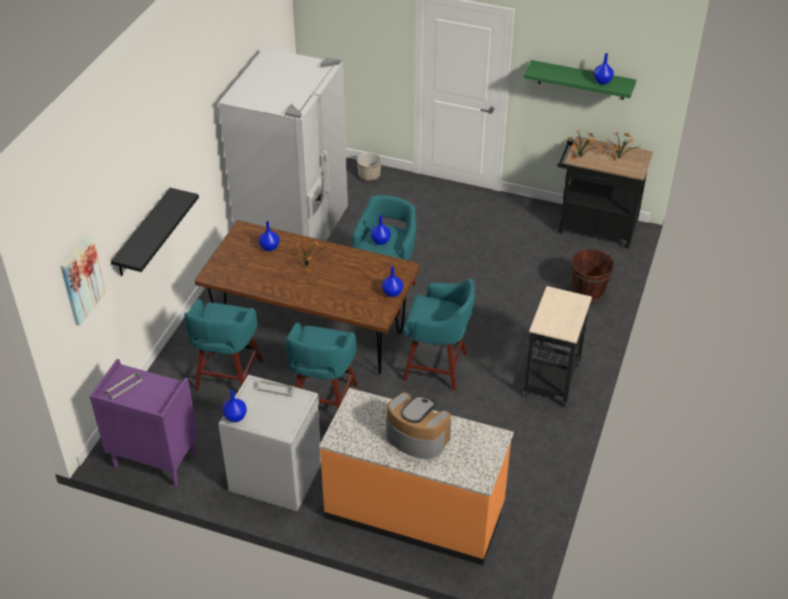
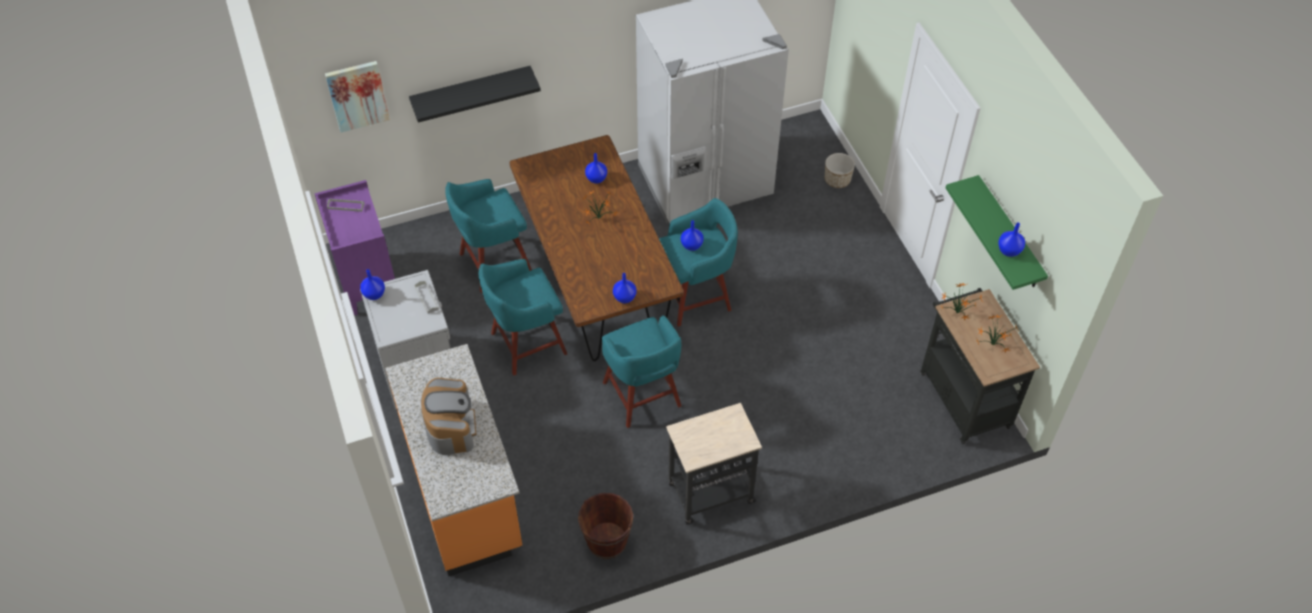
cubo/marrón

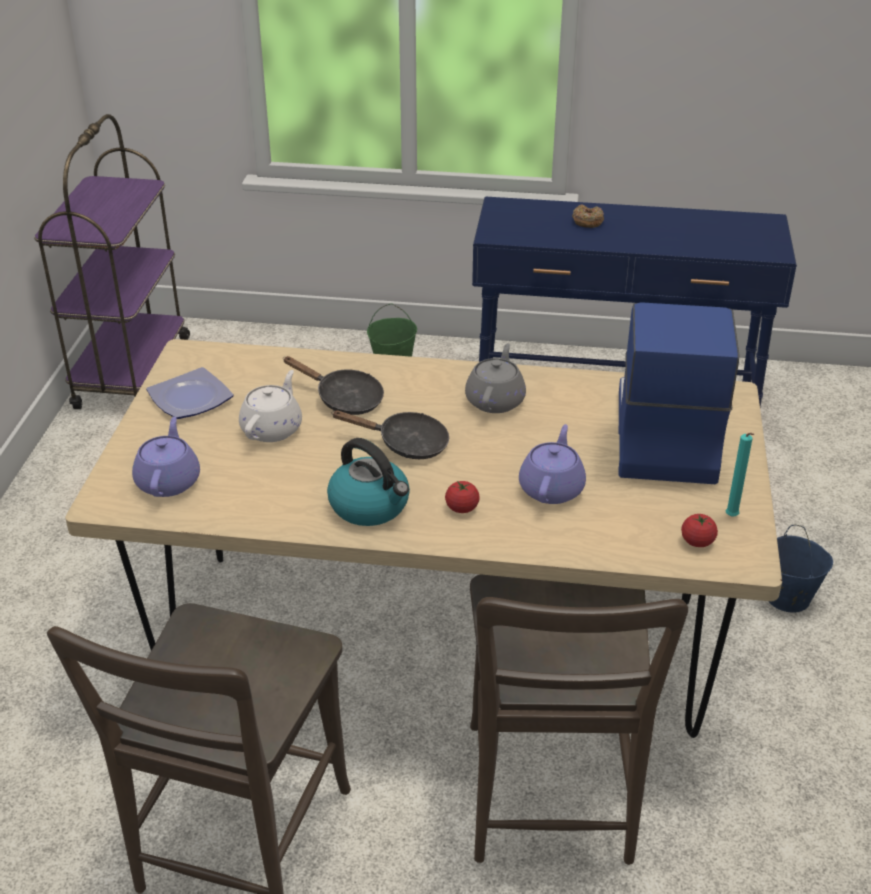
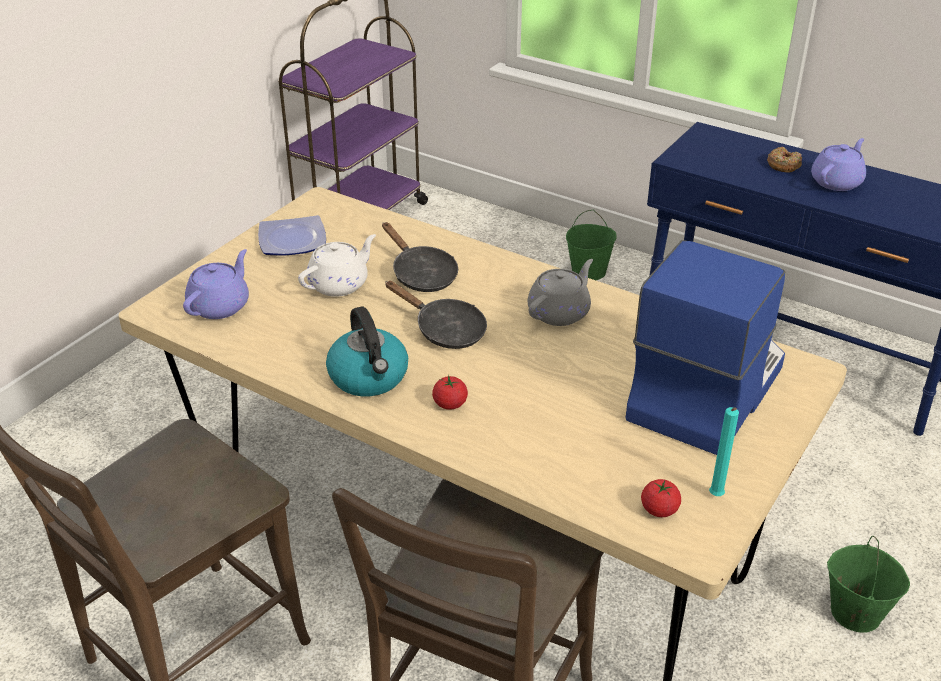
tetera/morado (2nd from left)
cubo/verde (2nd from left)

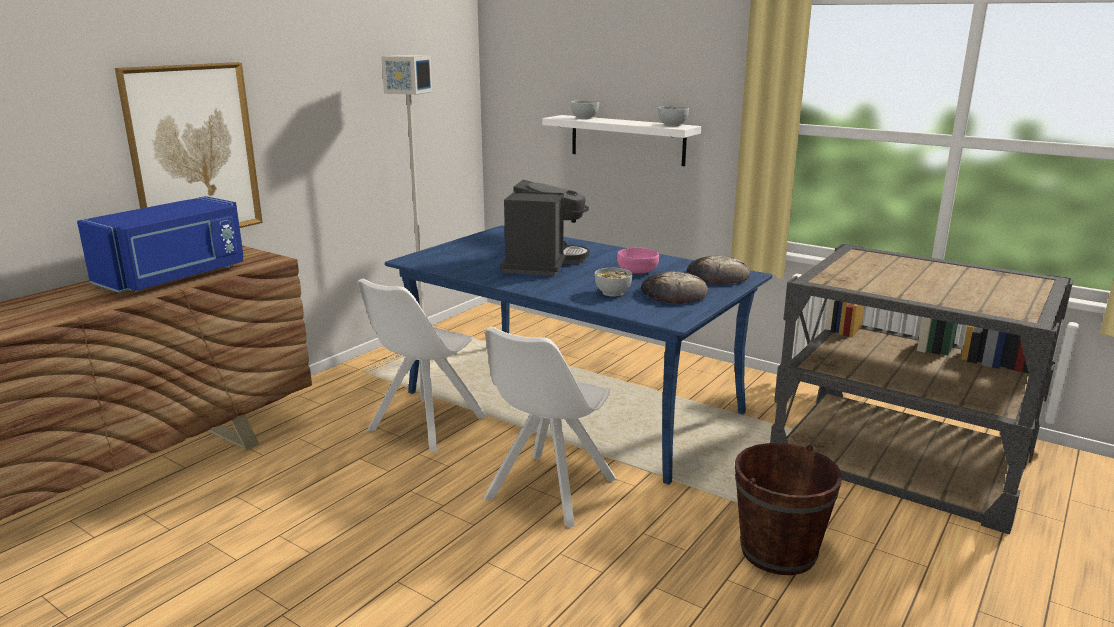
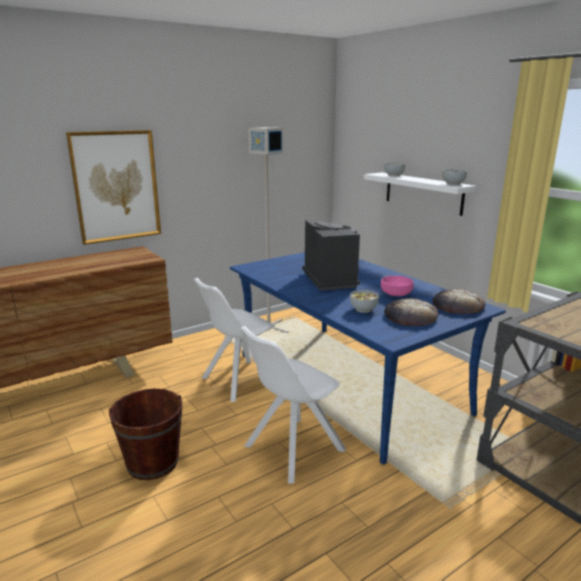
cubo/marrón
cafetera
microondas/azul

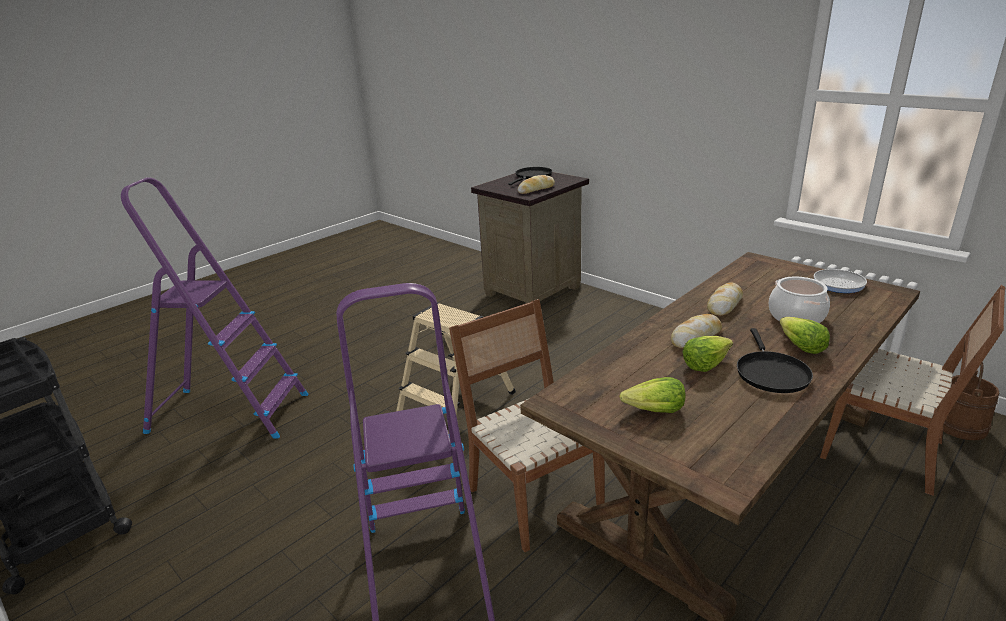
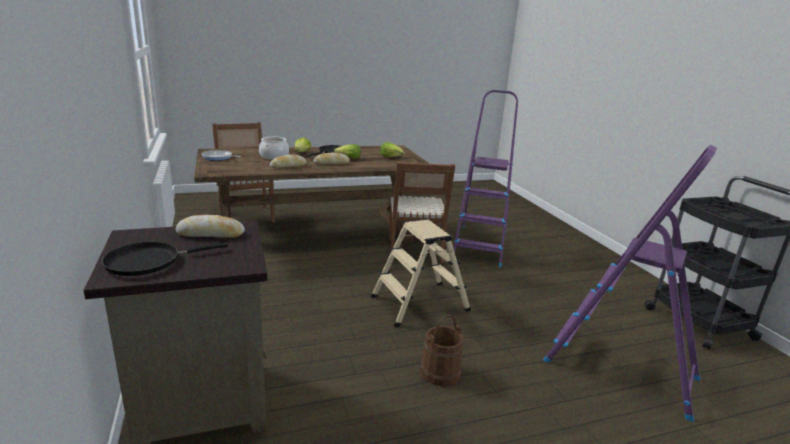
cubo/marrón

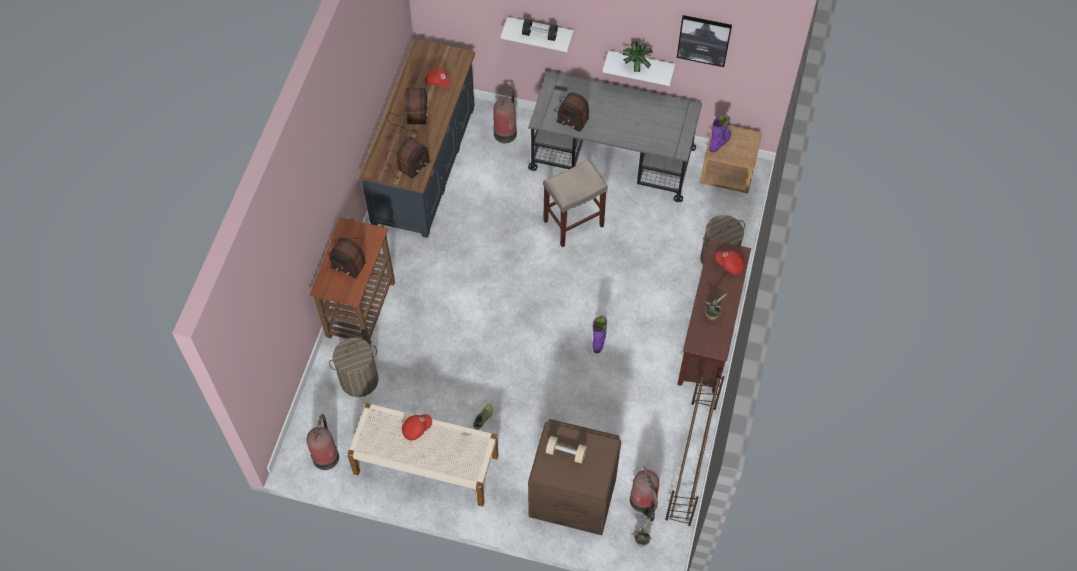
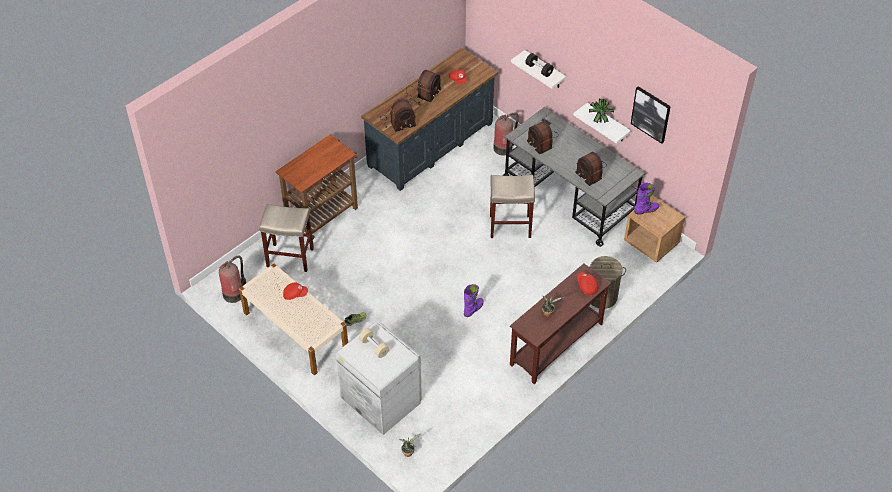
taburete/beis (1st from left)
lavadora/blanco
radio (4th from left)
extintor (3rd from left in the first image)
zapatero/marrón

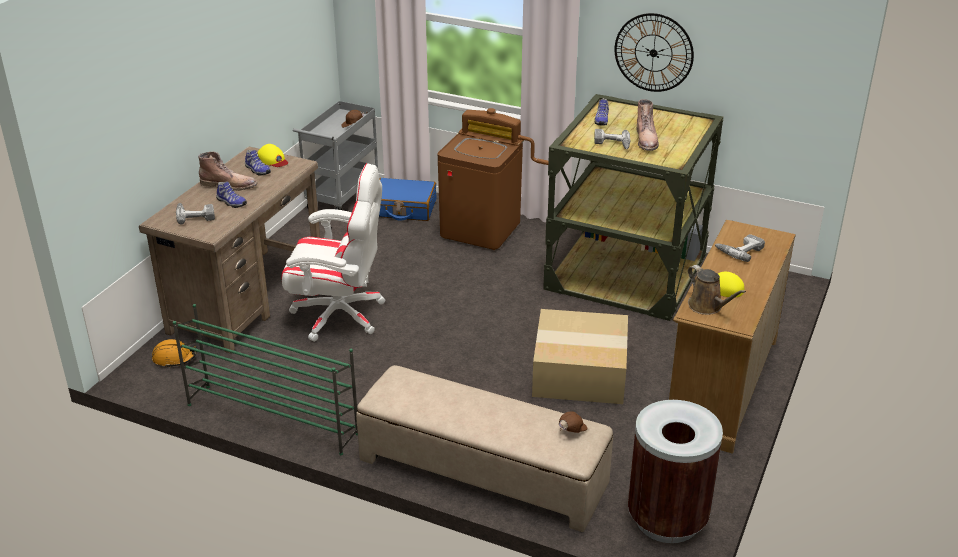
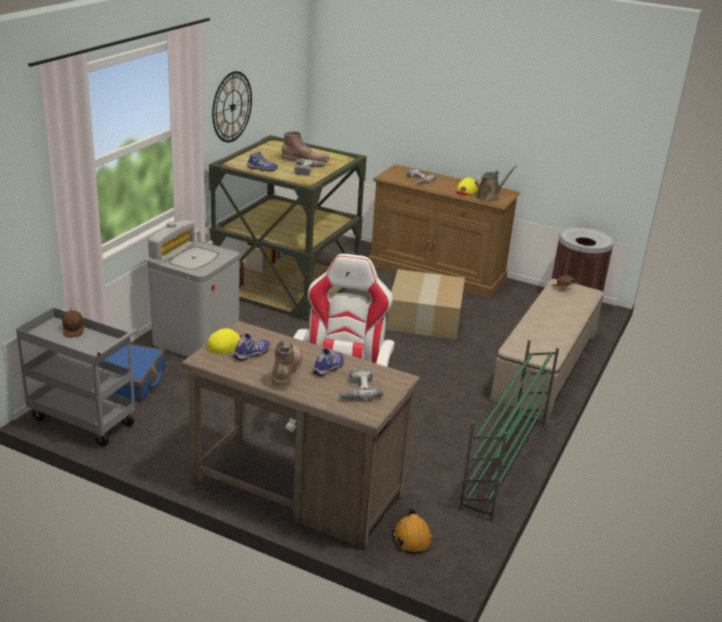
lavadora/gris

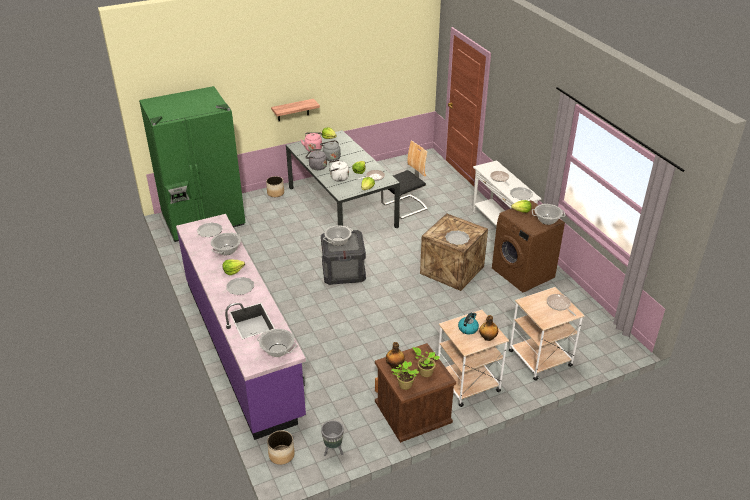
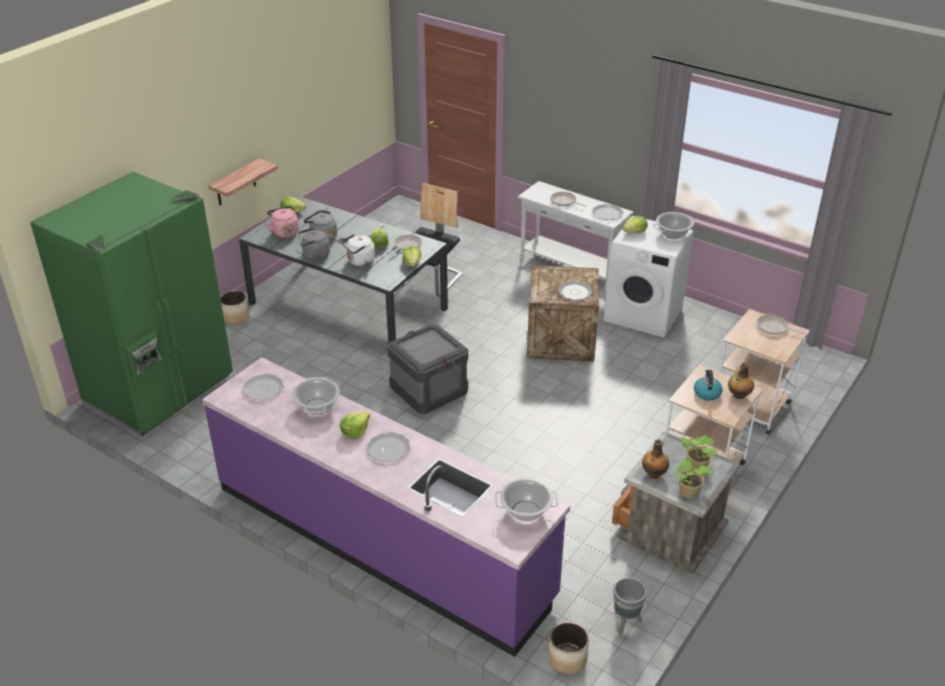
lavadora/blanco
mesita de noche/gris
olla (3rd from left in the first image)

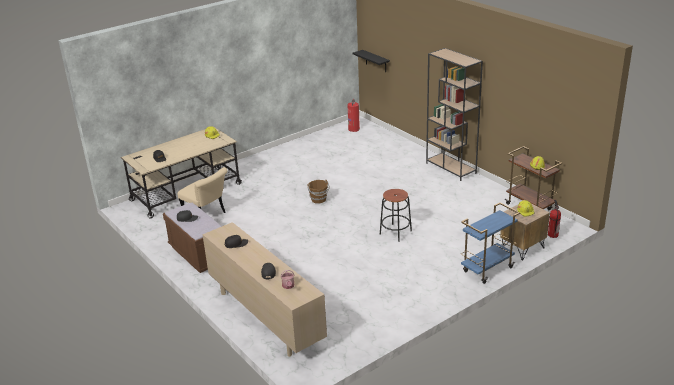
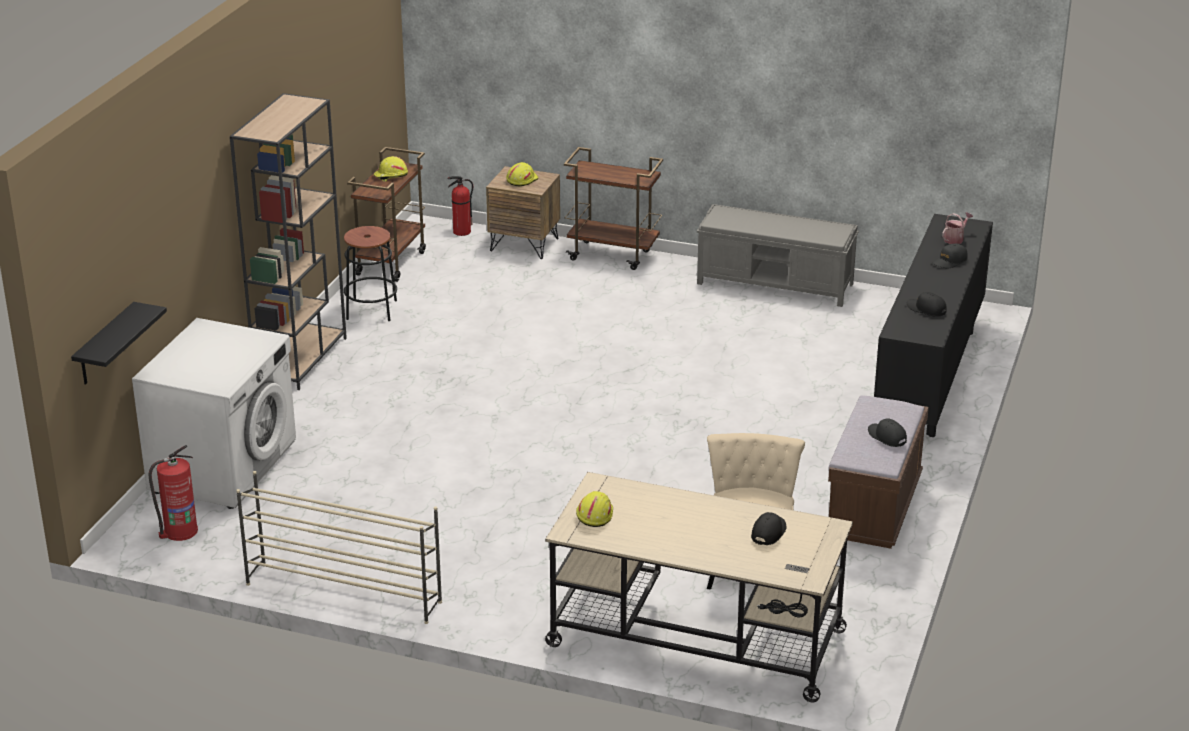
lavadora/blanco
zapatero/beis
taburete/negro
carrito/marrón (2nd from left)
banco/gris
armario/negro
cubo/marrón

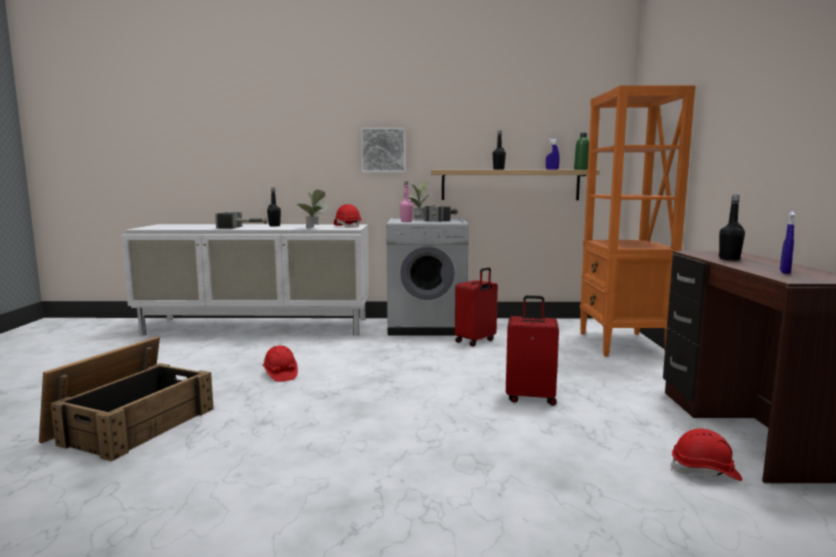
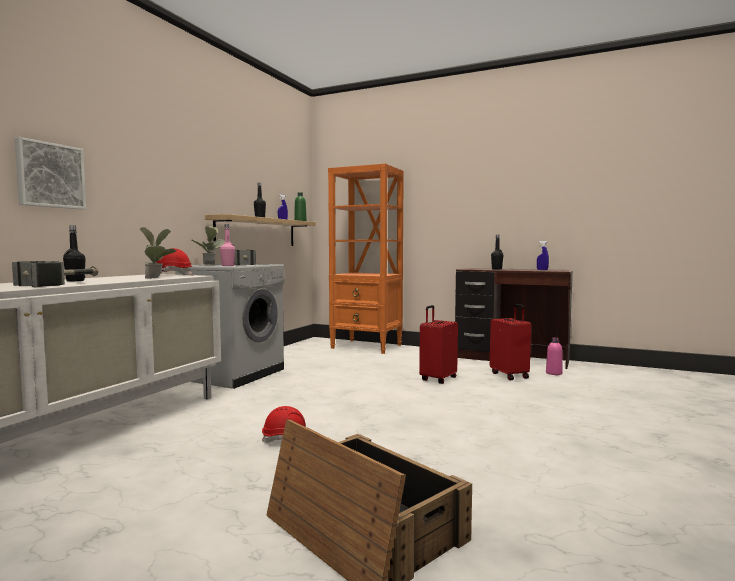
cuadro
maleta/rojo (2nd from left)
botella/rosa (2nd from left)

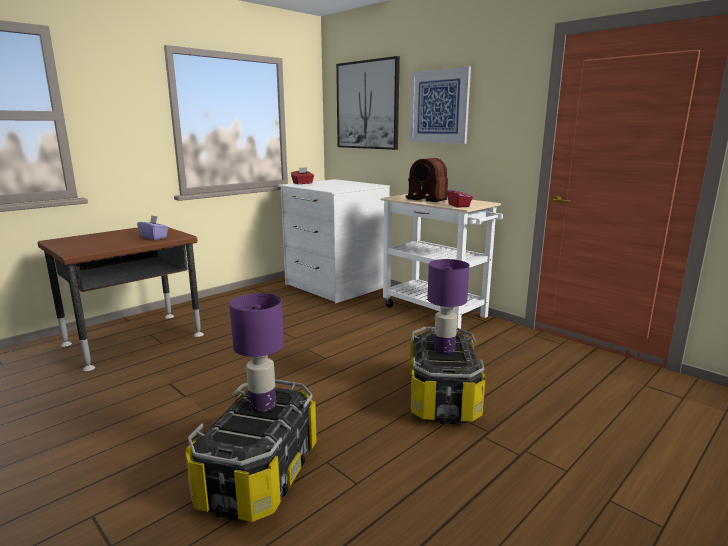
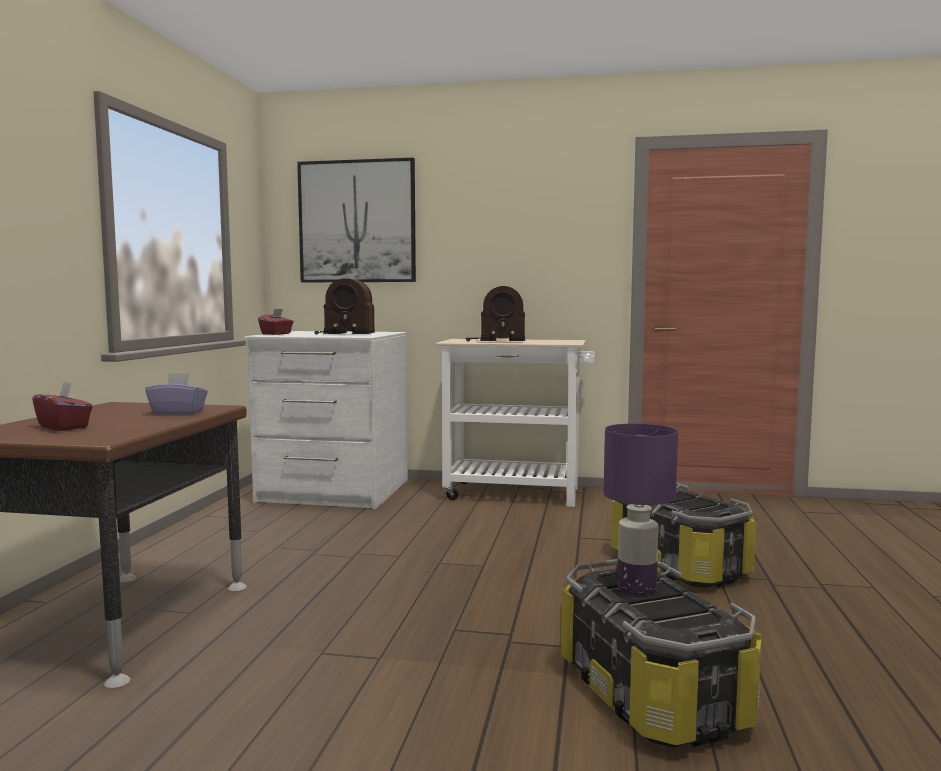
caja de pañuelos/rojo (1st from left)
radio (1st from left)
cuadro (2nd from left in the first image)
lámpara de mesa/morado (2nd from left in the first image)

